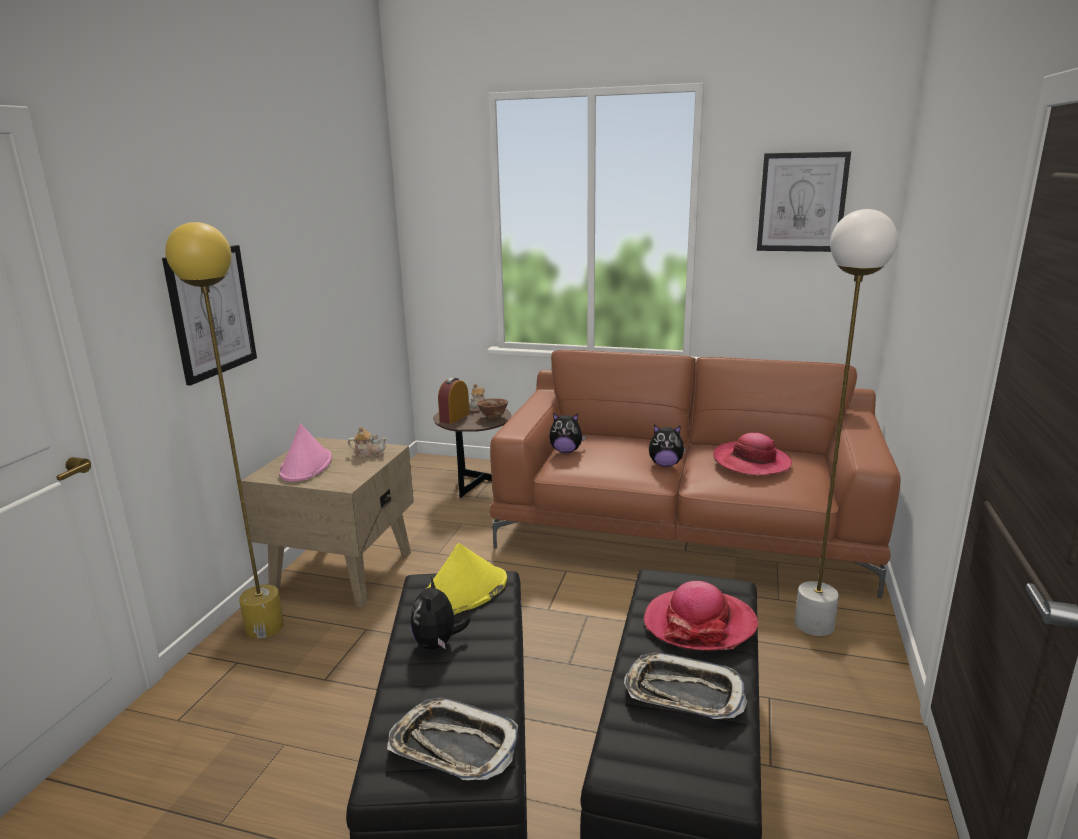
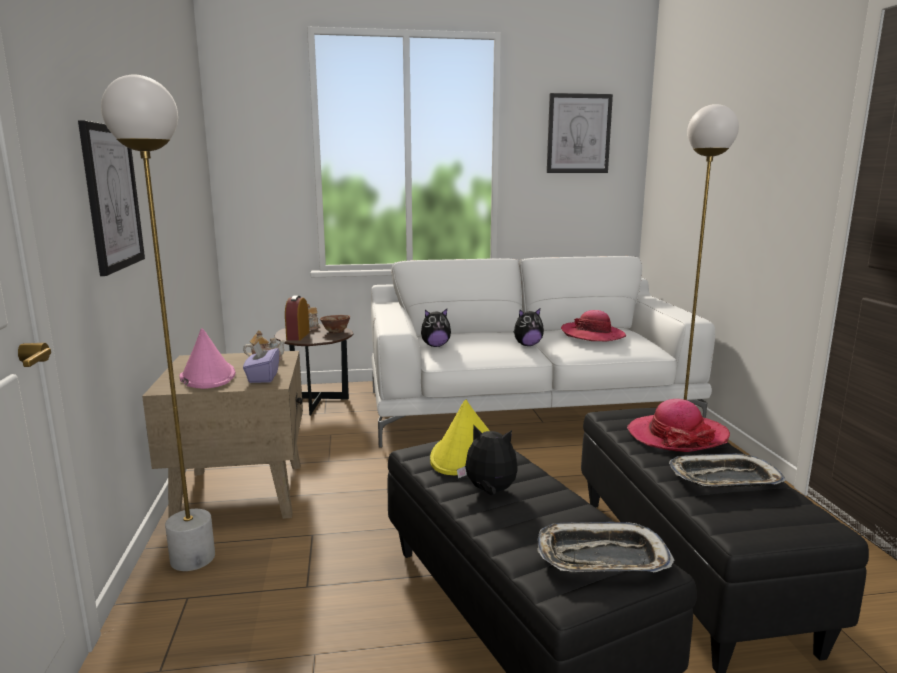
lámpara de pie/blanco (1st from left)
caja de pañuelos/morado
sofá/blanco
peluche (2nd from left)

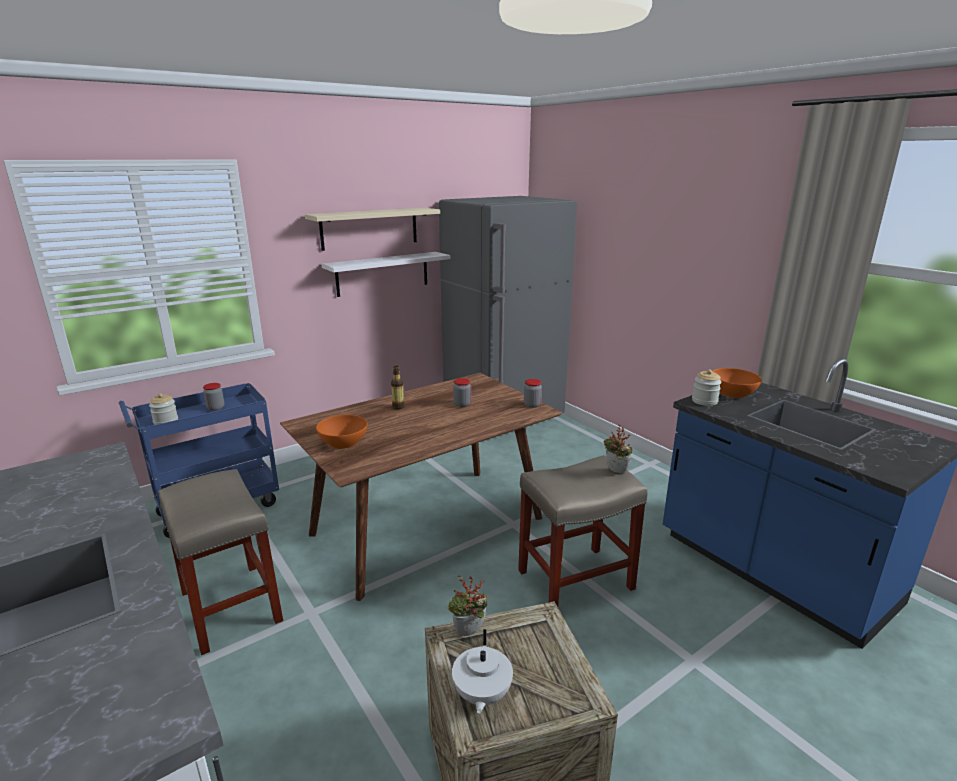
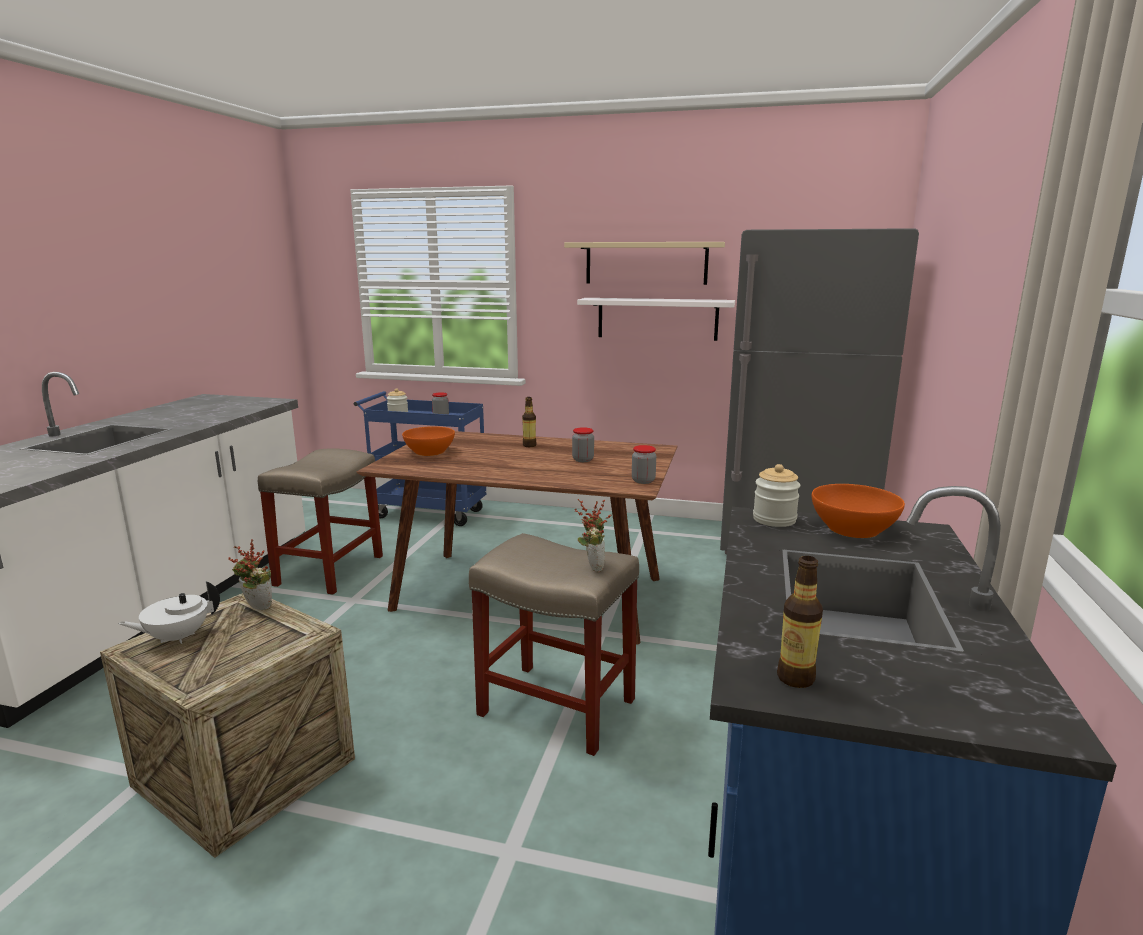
botella (2nd from left)

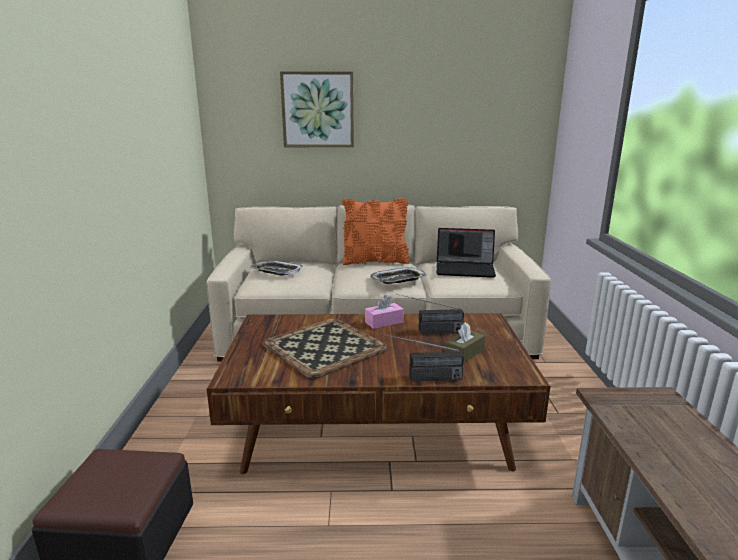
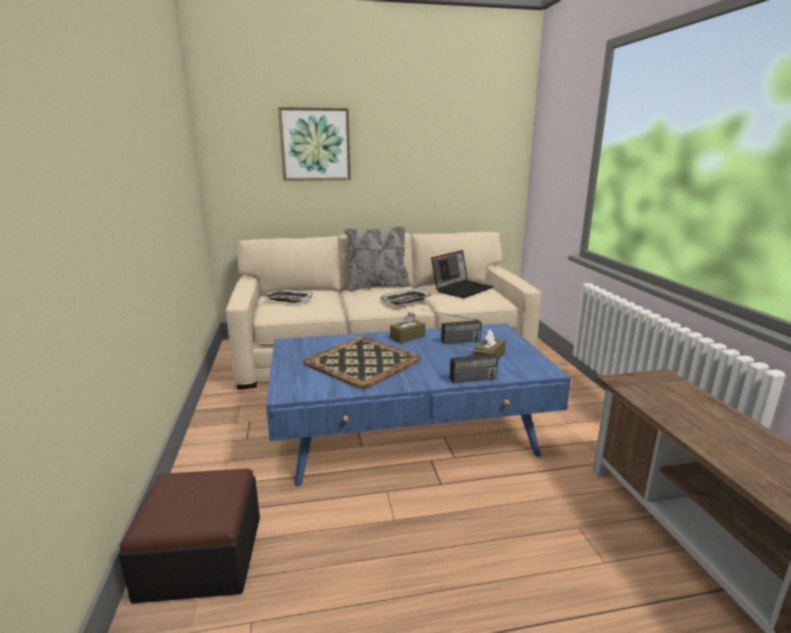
mesa de centro/azul
cojín/gris
caja de pañuelos/marrón (1st from left)
portátil

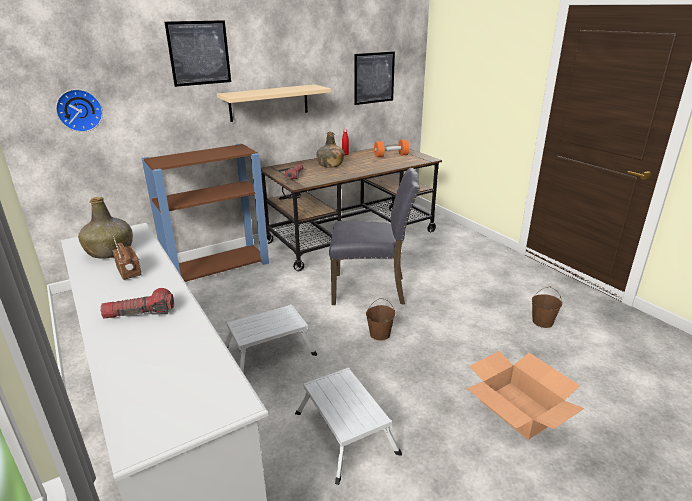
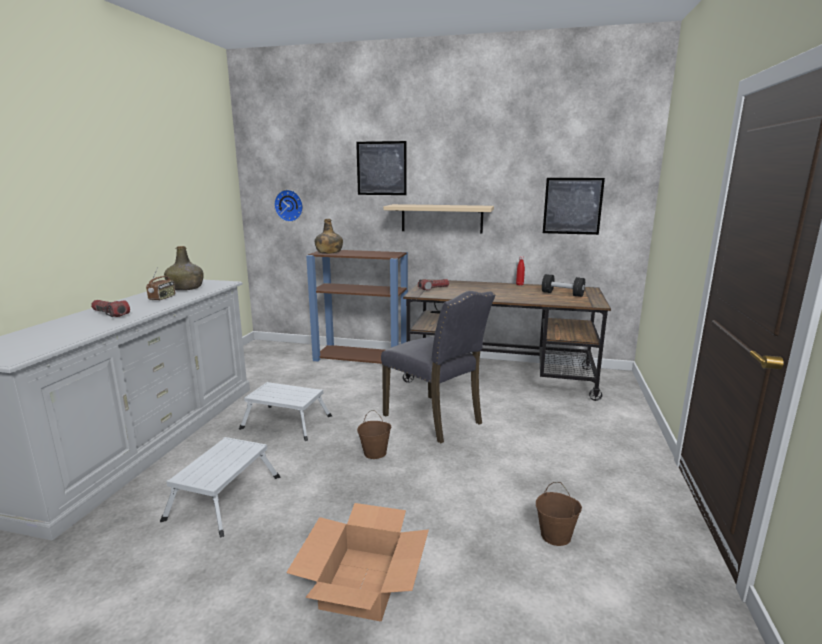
botella/verde (2nd from left)
mancuerna/negro

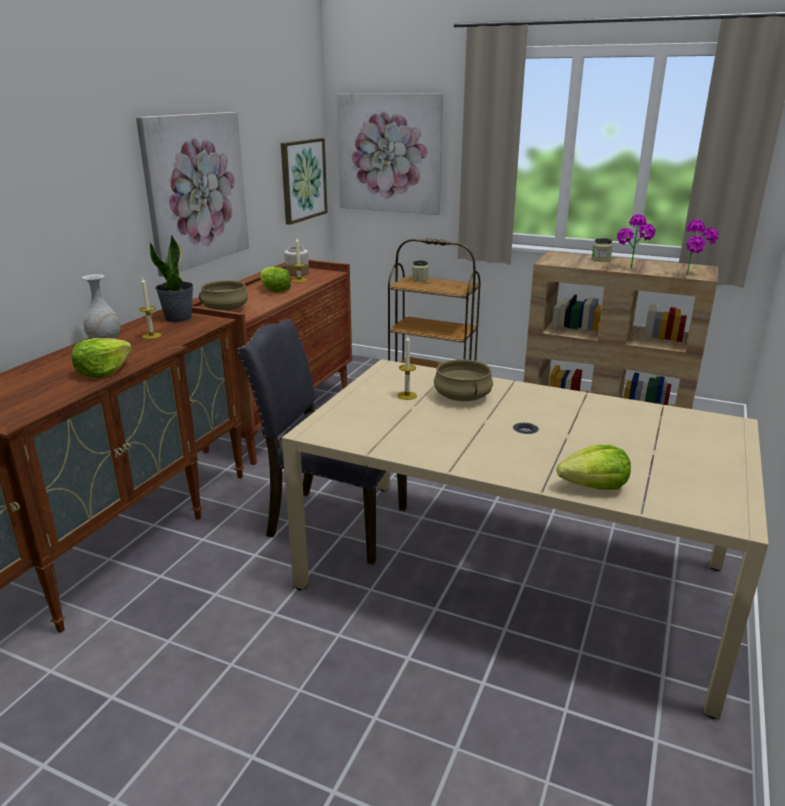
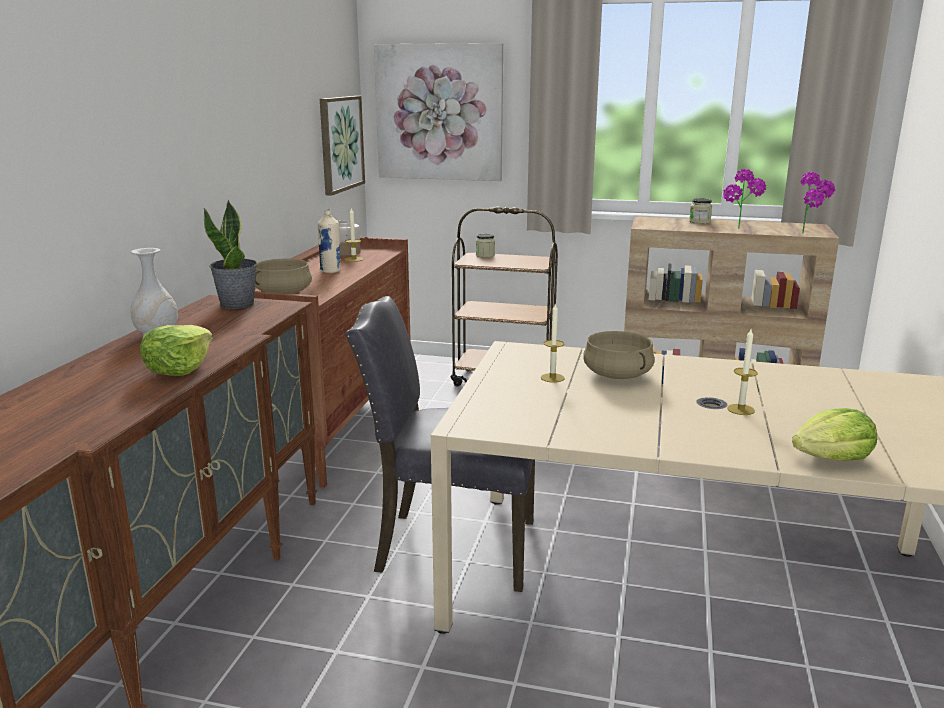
botella/beis
vela (3rd from left)
cuadro (1st from left in the first image)

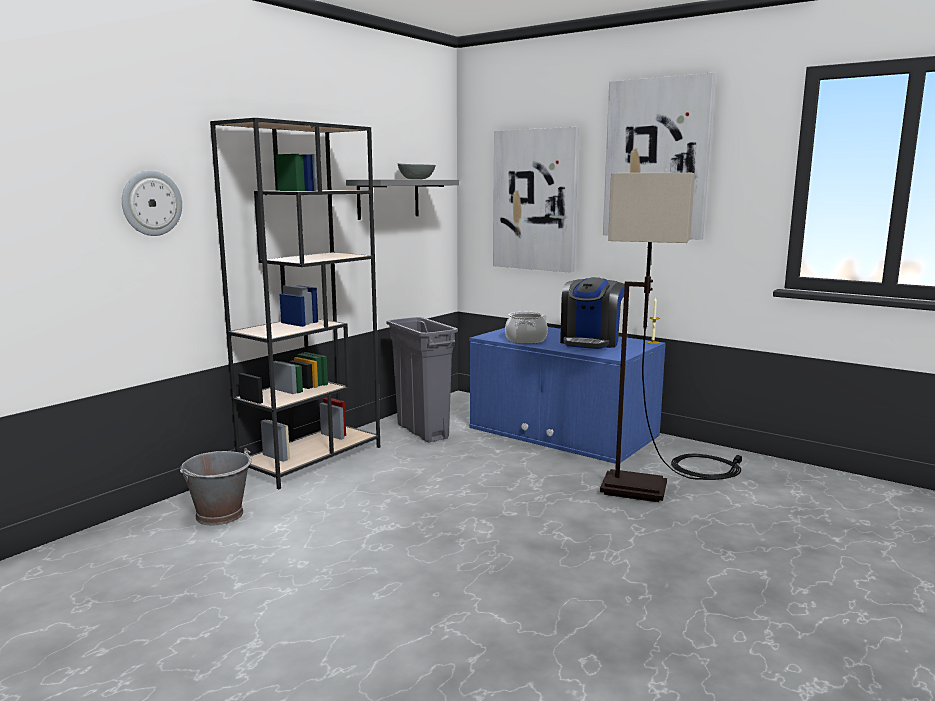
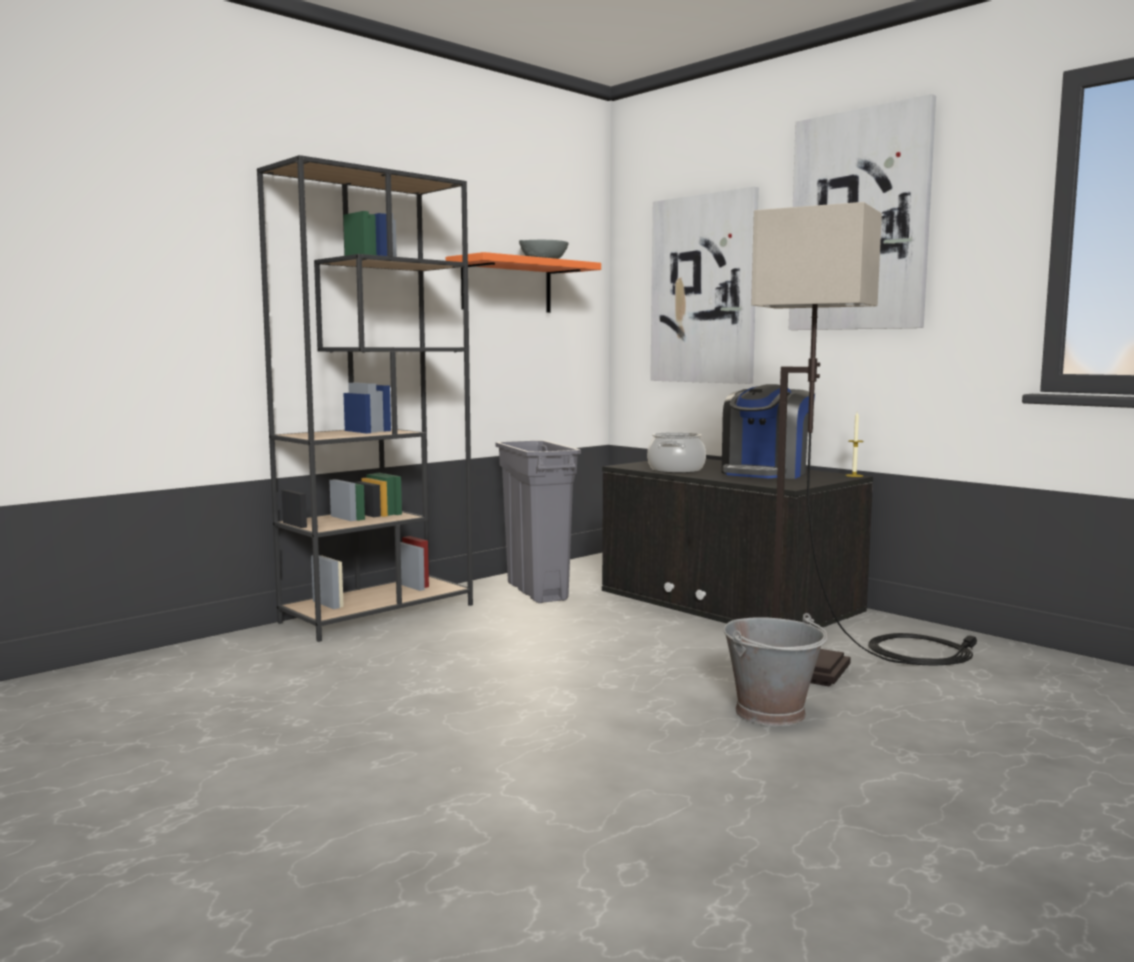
estante/naranja
armario/negro
cubo/gris
reloj de pared

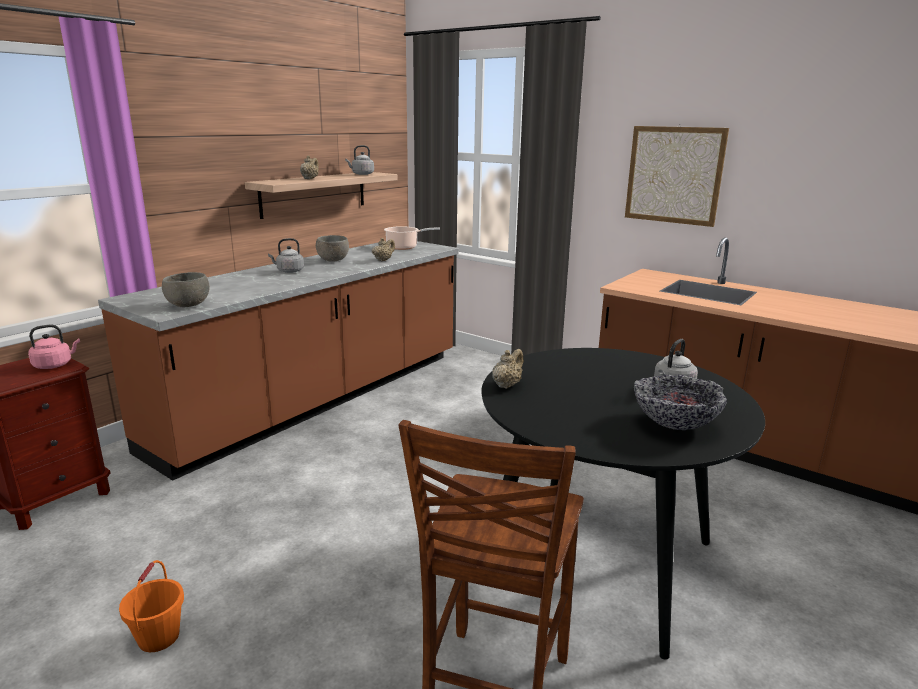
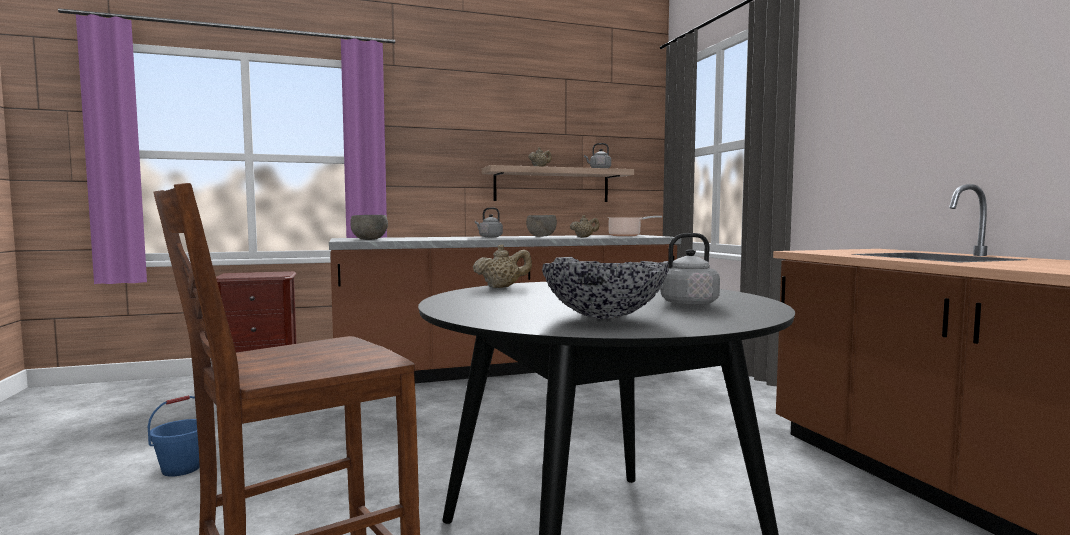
cubo/azul
hervidor/rosa
cuadro

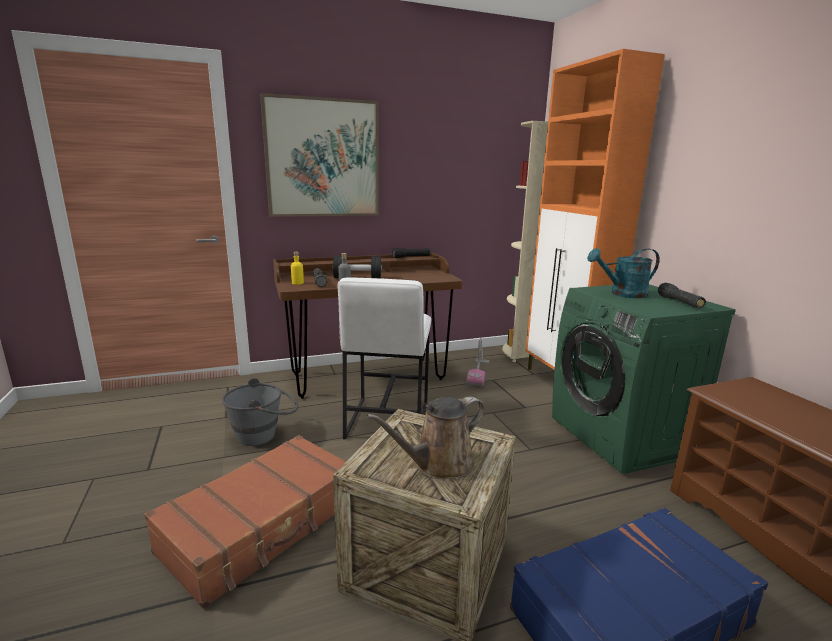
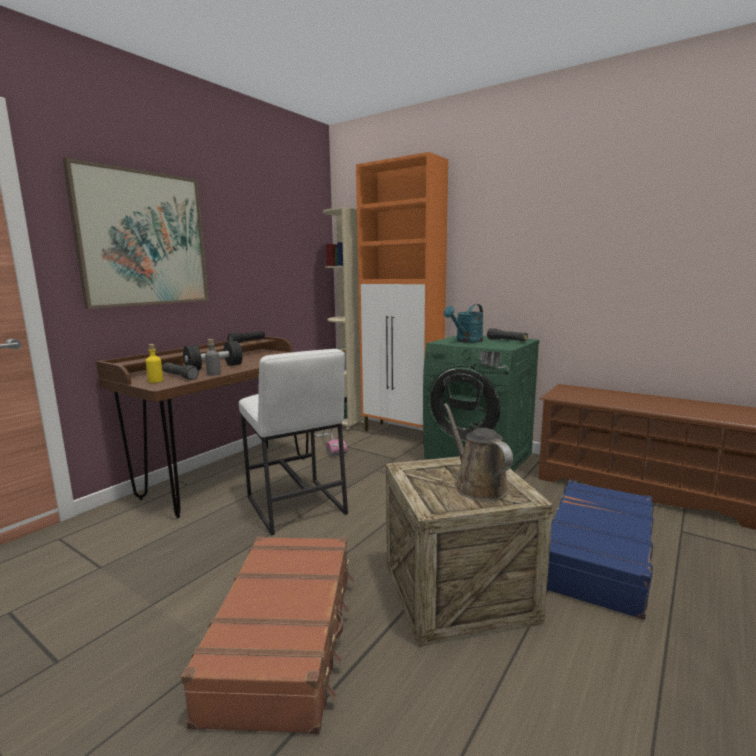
regadera/marrón
cubo/gris

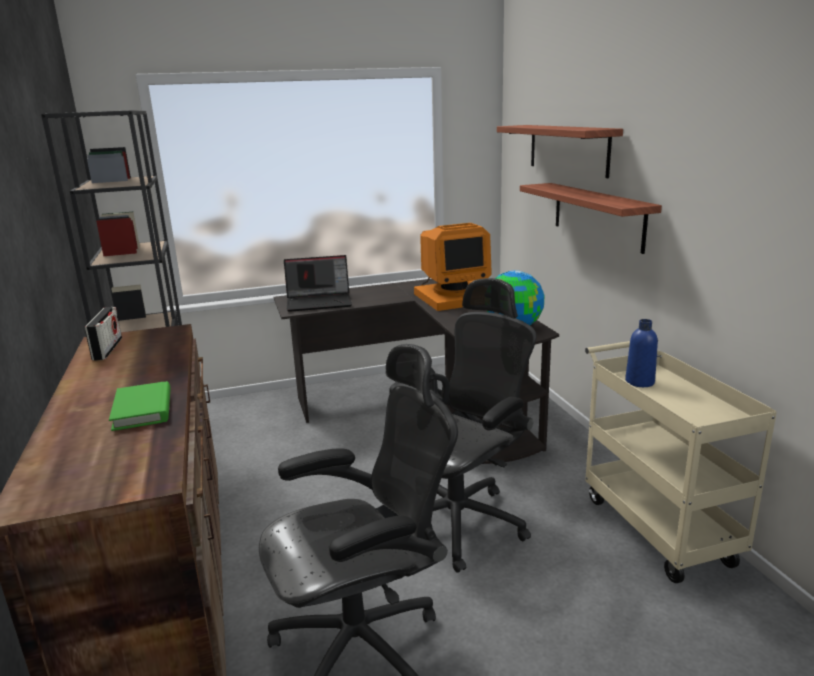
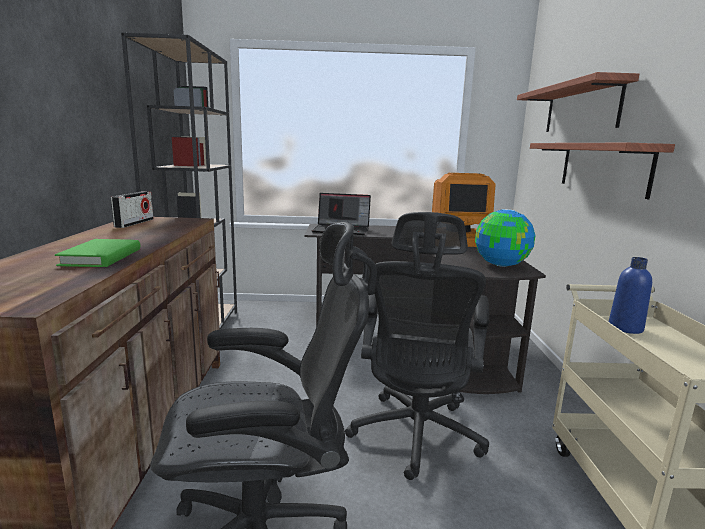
silla de oficina (2nd from left)

